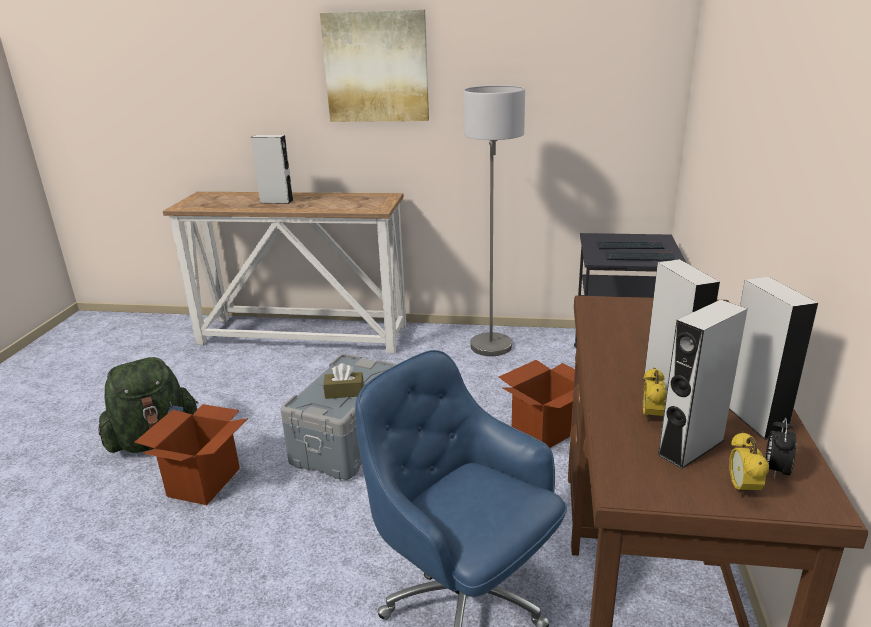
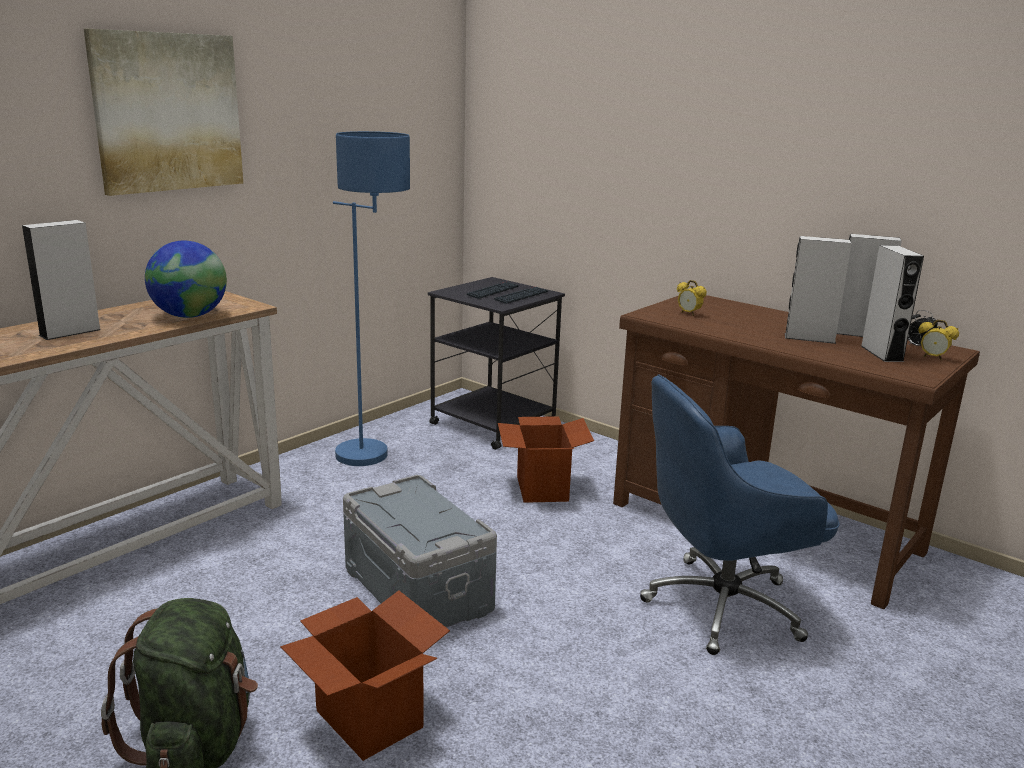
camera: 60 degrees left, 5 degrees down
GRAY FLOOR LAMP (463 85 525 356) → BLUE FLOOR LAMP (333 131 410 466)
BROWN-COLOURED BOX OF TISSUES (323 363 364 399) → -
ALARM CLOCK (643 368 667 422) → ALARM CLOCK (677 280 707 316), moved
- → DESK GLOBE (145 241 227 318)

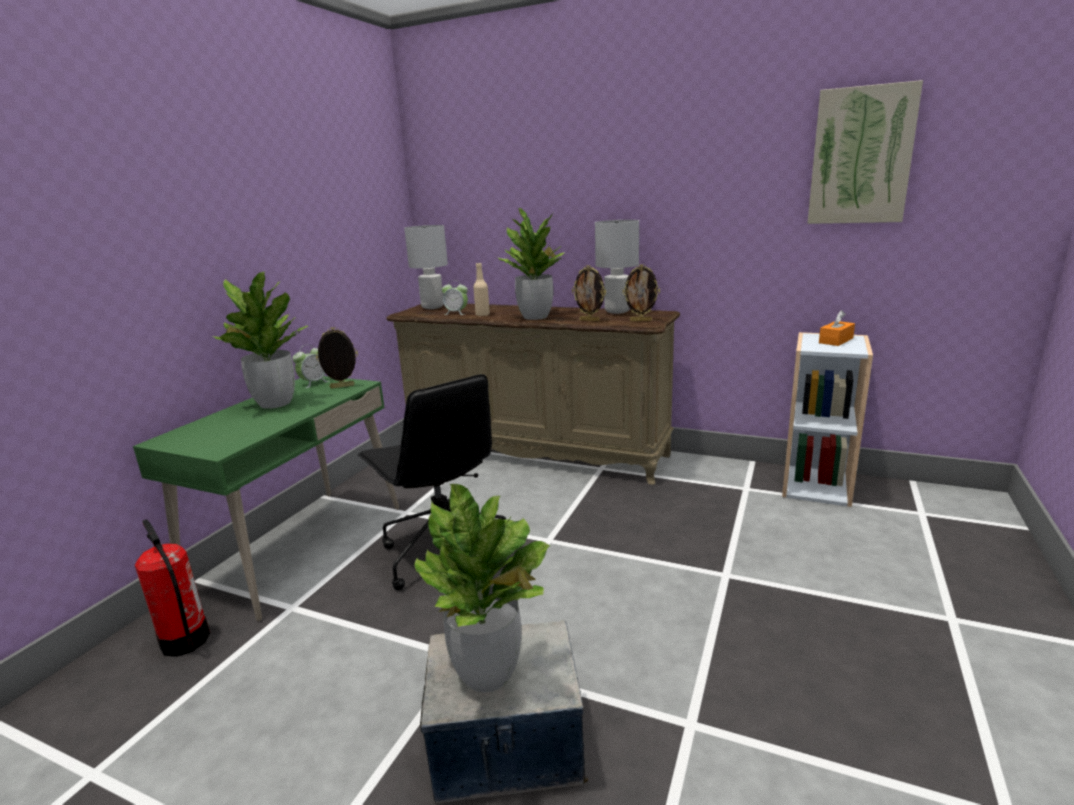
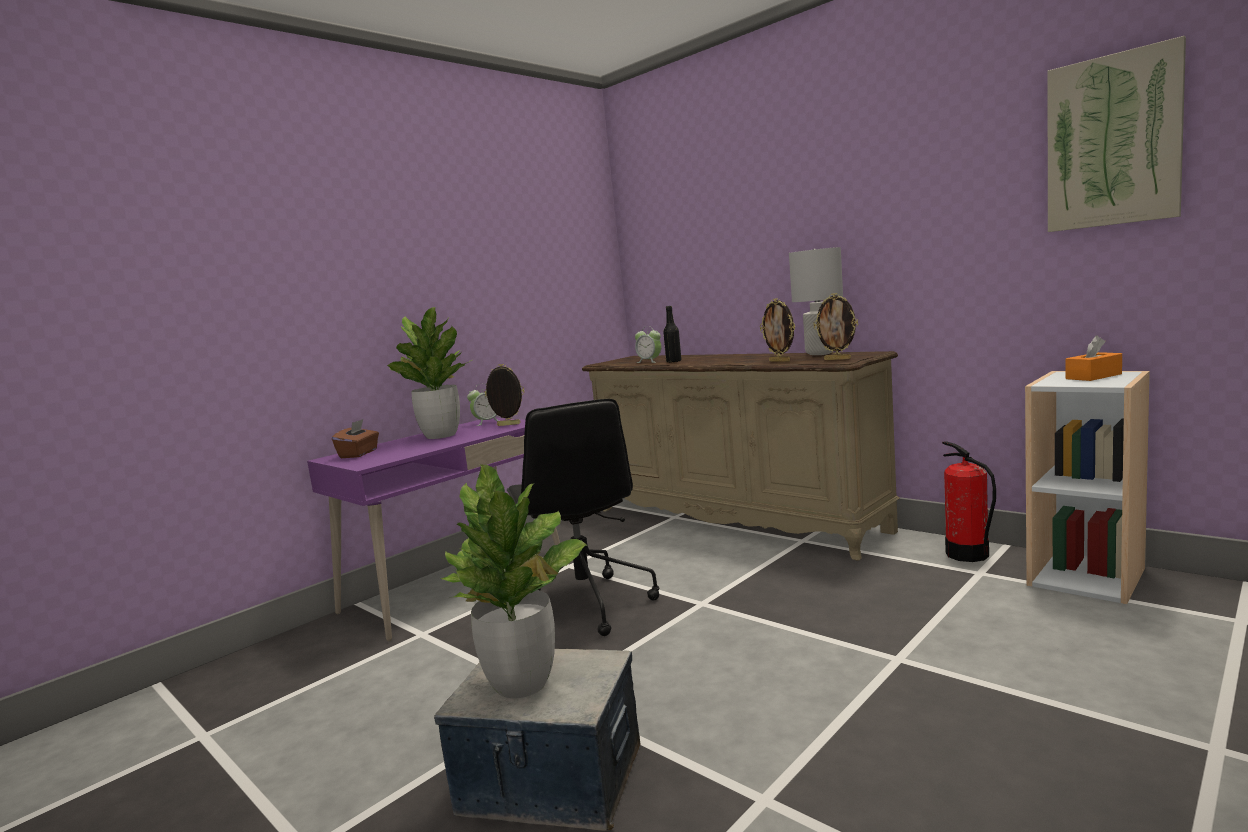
camera: 20 degrees right, 10 degrees down
HOUSEPLANT (497 208 564 320) → -
GRAY LAMP FOR A TABLE (404 225 448 309) → -
BEIGE-COLOURED BEVERAGE BOTTLE (473 263 490 316) → BLACK-COLOURED BEVERAGE BOTTLE (663 306 682 362)
GREEN DESK (133 376 399 621) → PURPLE-COLOURED DESK (307 418 560 641)
FIRE EXTINGUISHER (135 520 210 657) → FIRE EXTINGUISHER (942 441 996 562), moved
- → BROWN-COLOURED BOX OF TISSUES (332 419 379 458)

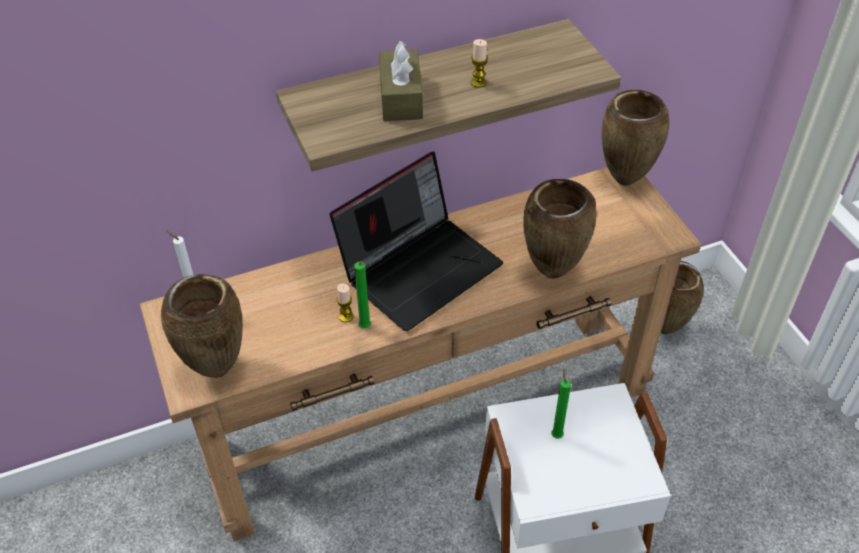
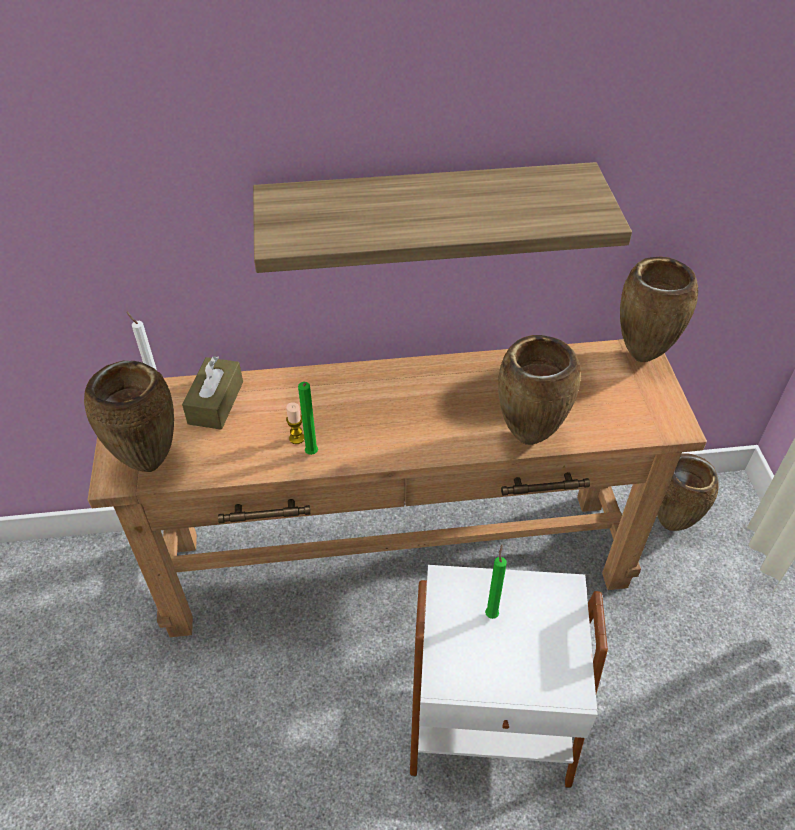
camera: 15 degrees right, 0 degrees up
WAX CANDLE (470 39 488 88) → -
BROWN-COLOURED BOX OF TISSUES (379 41 423 121) → BROWN-COLOURED BOX OF TISSUES (182 356 243 430), moved
NOTEBOOK COMPUTER (329 151 503 331) → -

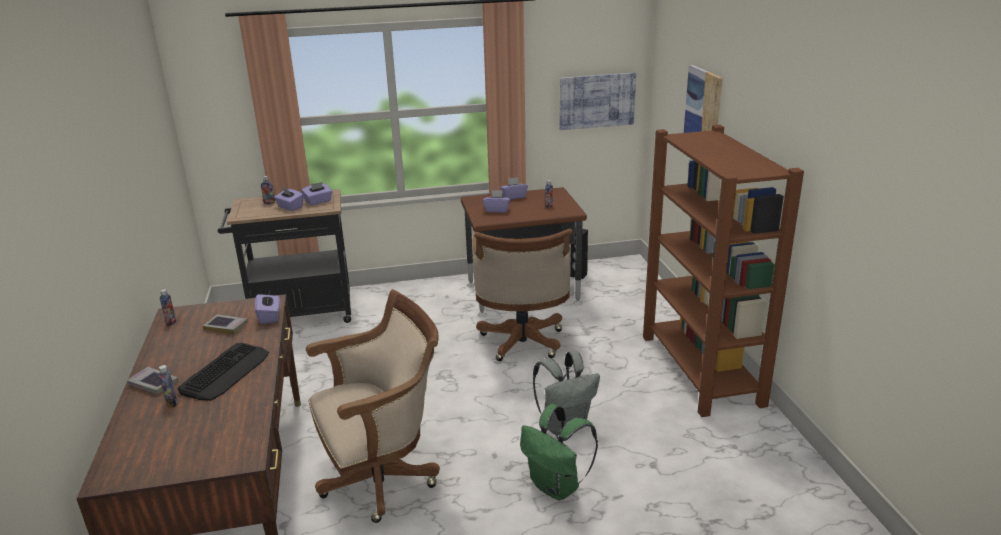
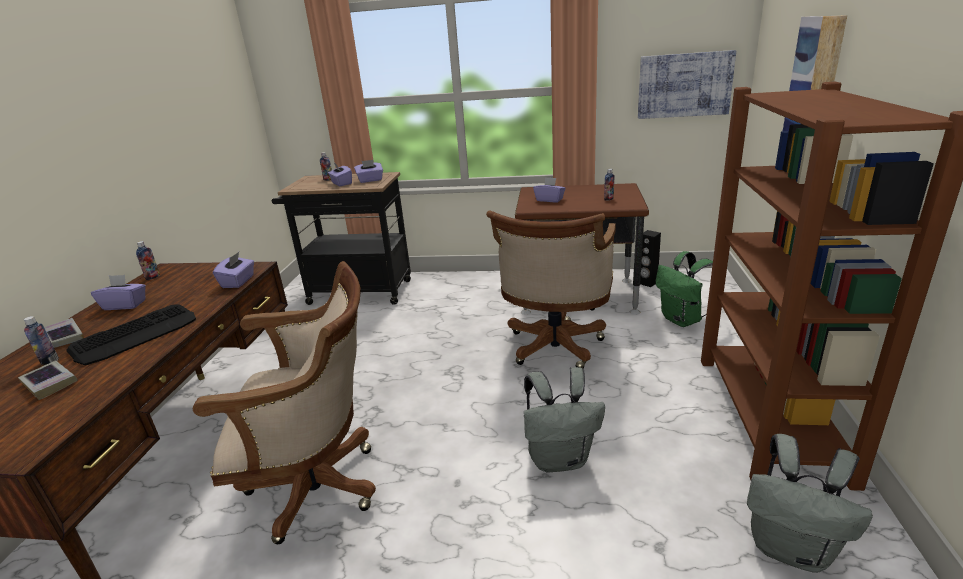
camera: 20 degrees right, 0 degrees up
PURPLE-COLOURED BOX OF TISSUES (500 177 528 200) → PURPLE-COLOURED BOX OF TISSUES (91 275 146 310), moved
BOUND BOOK (203 314 248 335) → BOUND BOOK (18 361 77 400), moved
GREEN RUCKSACK (520 404 598 500) → GREEN RUCKSACK (656 251 713 327), moved
- → GRAY RUCKSACK (747 434 873 573)

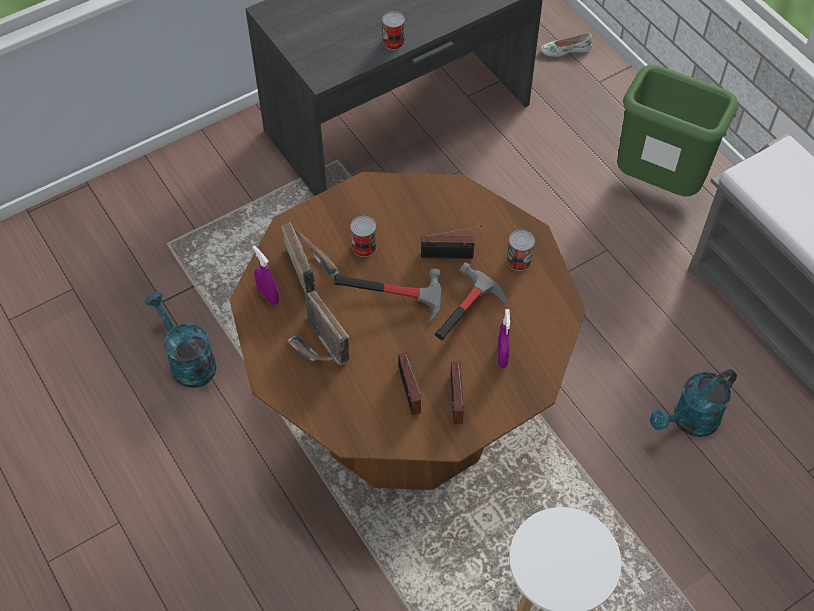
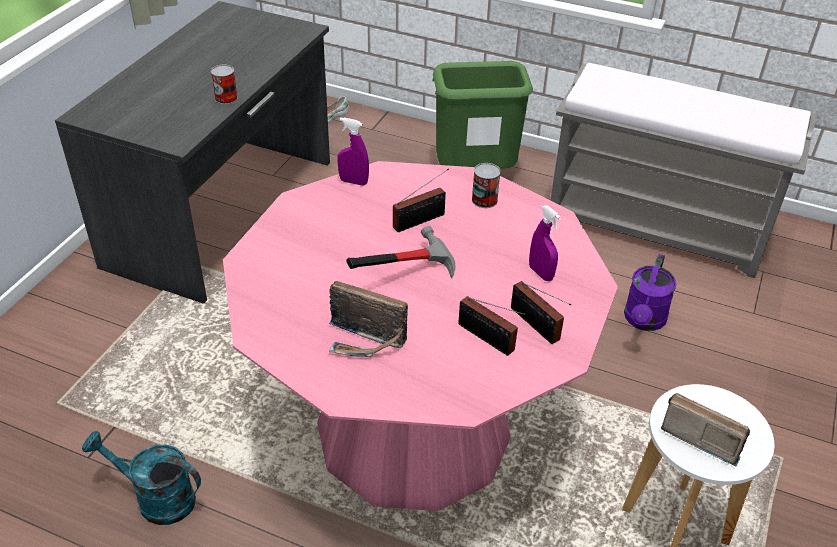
camera: 35 degrees left, 15 degrees down
BROWN-COLOURED DINNER TABLE (229 172 586 490) → PINK-COLOURED DINNER TABLE (223 161 618 511)
CAN (350 216 377 257) → -
RADIO (281 222 340 294) → RADIO (661 393 750 467), moved
PURPLE-COLOURED SPRAYER (253 246 279 305) → PURPLE-COLOURED SPRAYER (337 117 369 186), moved
HAMMER (435 262 507 340) → -
TURQUOISE WATERING POT (650 369 737 437) → PURPLE-COLOURED WATERING POT (624 254 677 331)

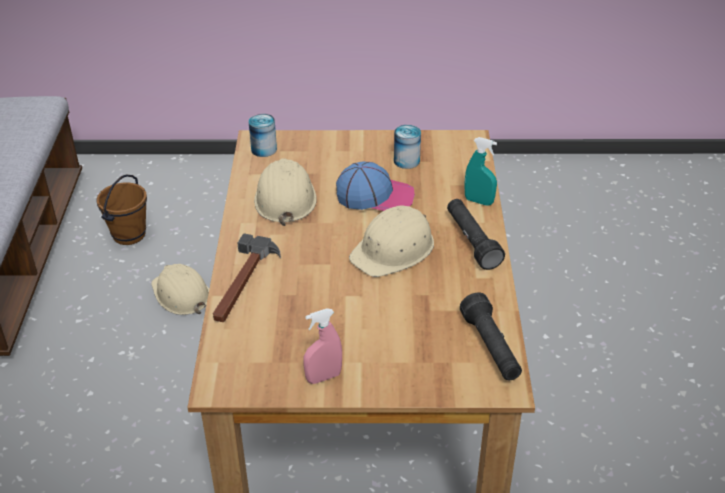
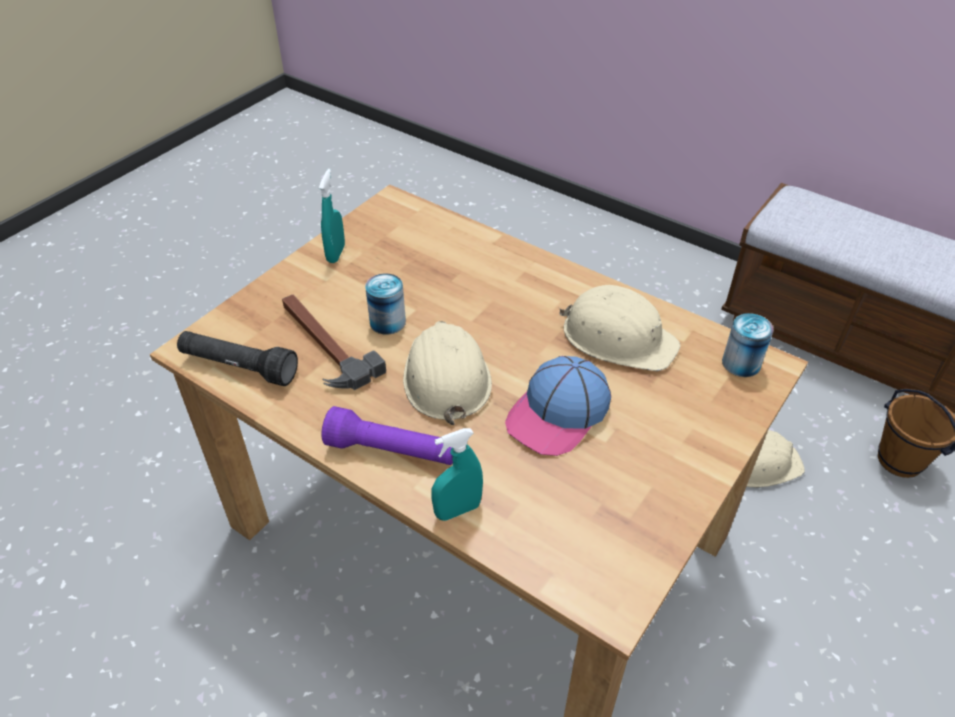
camera: 125 degrees right, 5 degrees up
CAN (394 125 421 169) → CAN (365 274 406 335), moved
BLACK-COLOURED FLASHLIGHT (447 199 505 270) → PURPLE-COLOURED FLASHLIGHT (321 406 453 465)
HAMMER (213 233 281 322) → HAMMER (282 294 386 390), moved
PINK-COLOURED SPRAYER (303 308 342 384) → TURQUOISE SPRAYER (319 169 345 263)

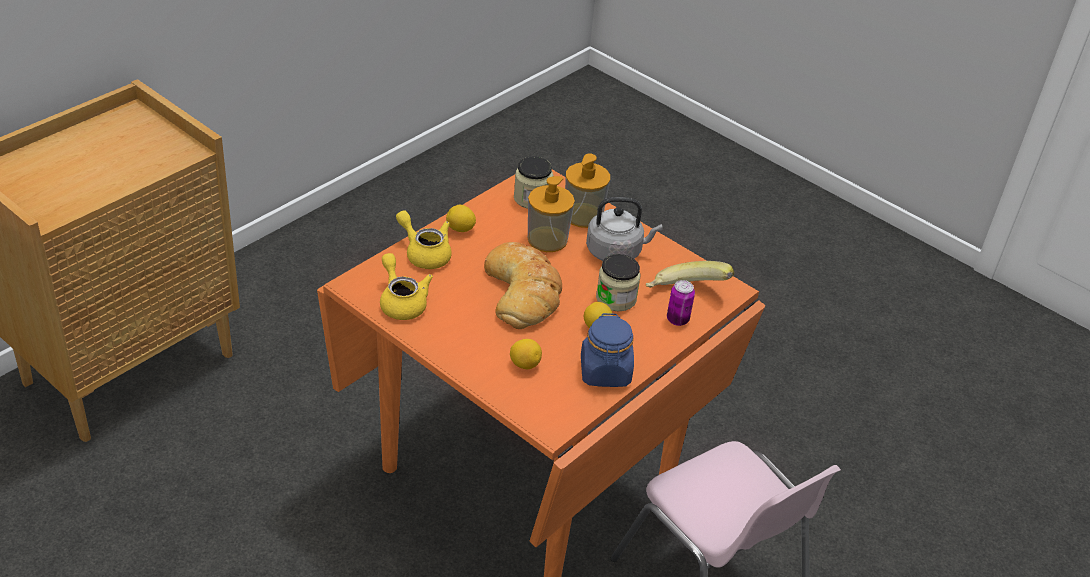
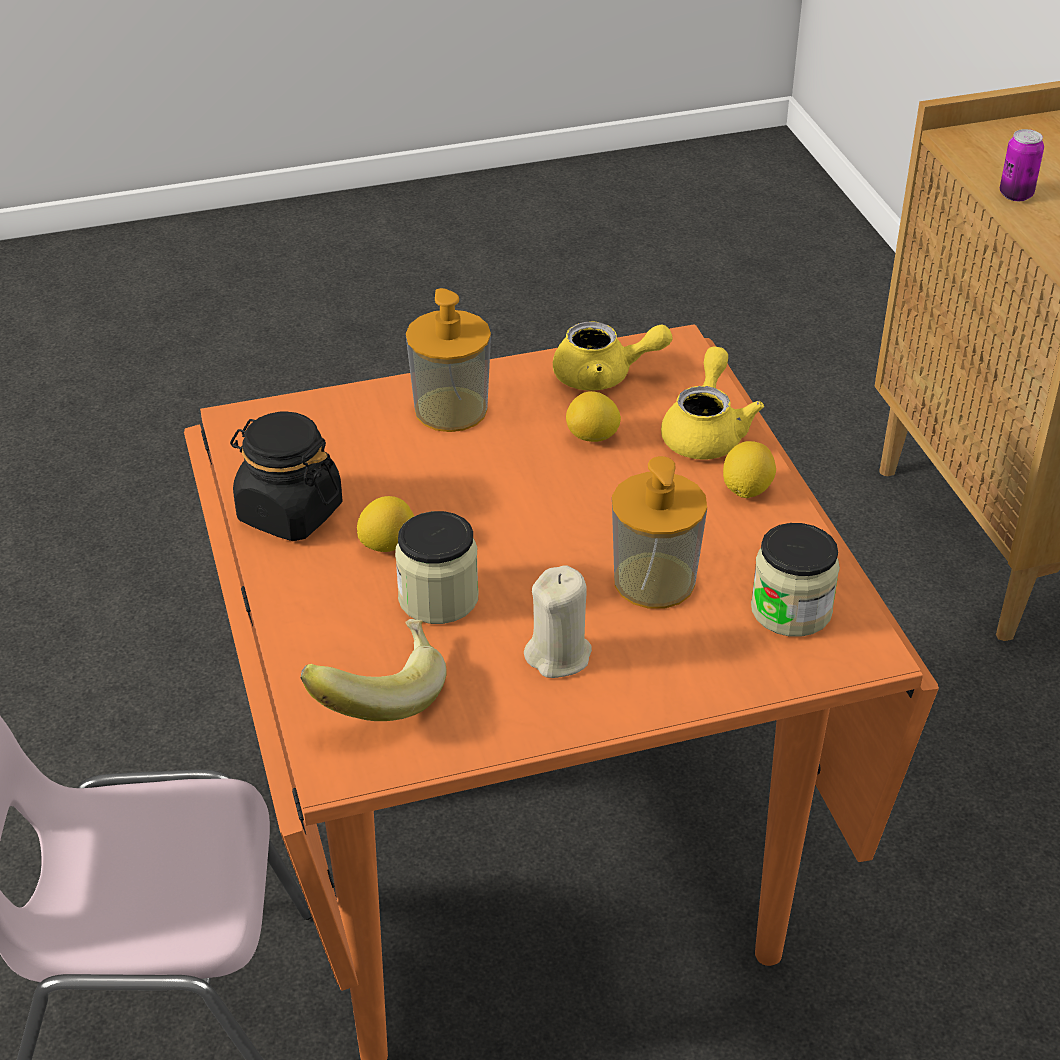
camera: 125 degrees right, 0 degrees up
LIQUID SOAP BOTTLE (565 153 610 228) → LIQUID SOAP BOTTLE (406 288 491 432), moved
GRAY TEA KETTLE (586 197 663 261) → BEIGE-COLOURED WAX CANDLE (524 565 592 678)
YELLOW TEA POT (396 210 452 269) → YELLOW TEA POT (661 347 764 460), 60 degrees counterclockwise
BREAD (484 242 562 329) → -
CAN (667 280 695 326) → CAN (1000 129 1044 201), moved
BLUE STORAGE JAR (581 313 634 387) → BLACK-COLOURED STORAGE JAR (230 412 343 541)
WHOLE LEMON (510 339 542 369) → WHOLE LEMON (566 391 621 442), moved

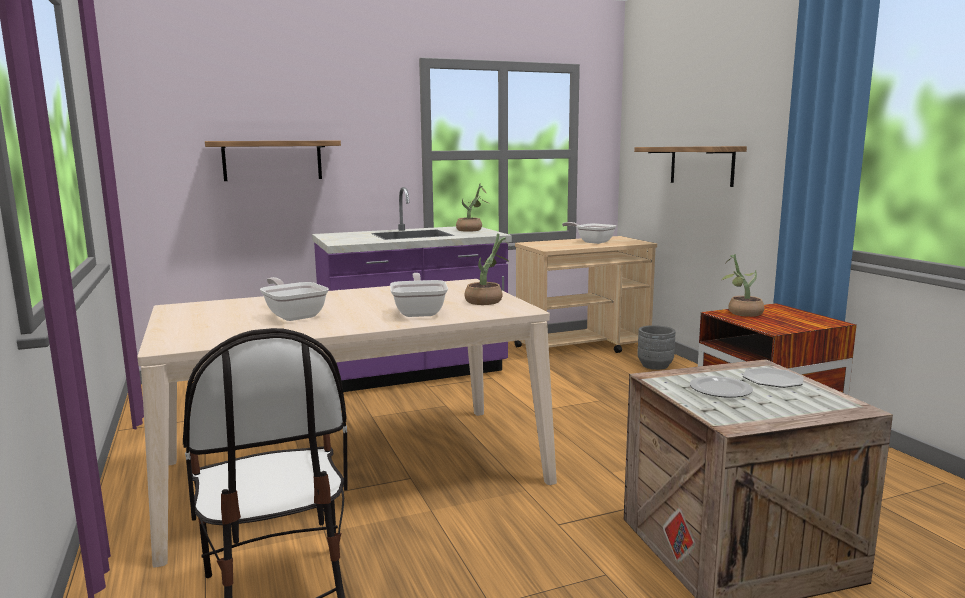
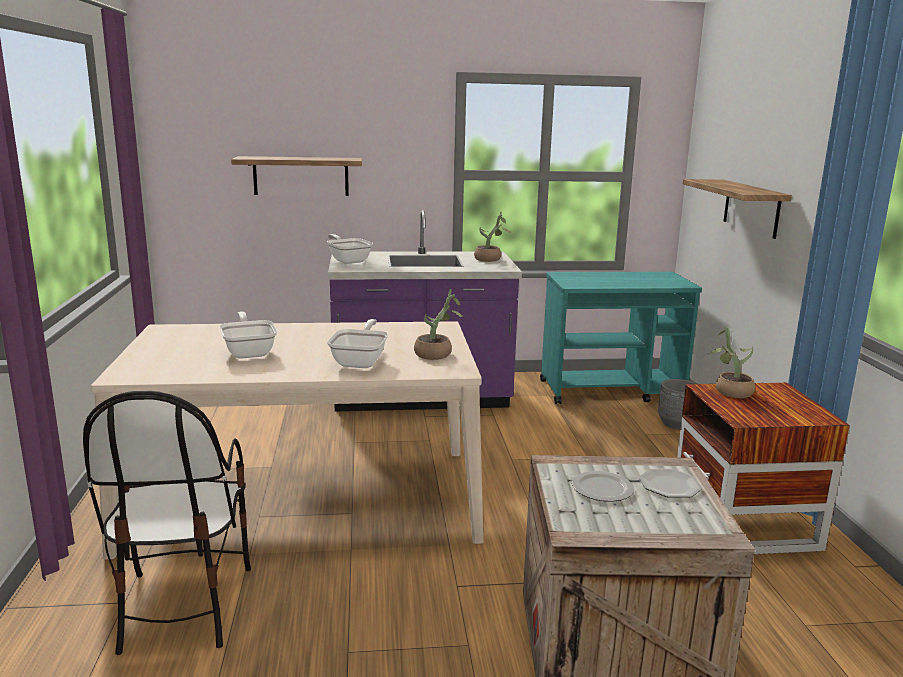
camera: 15 degrees right, 5 degrees up
SKILLET (562 222 616 244) → SKILLET (327 234 373 264), moved
BEIGE-COLOURED TROLLEY (514 236 657 353) → TURQUOISE TROLLEY (540 272 702 404)

